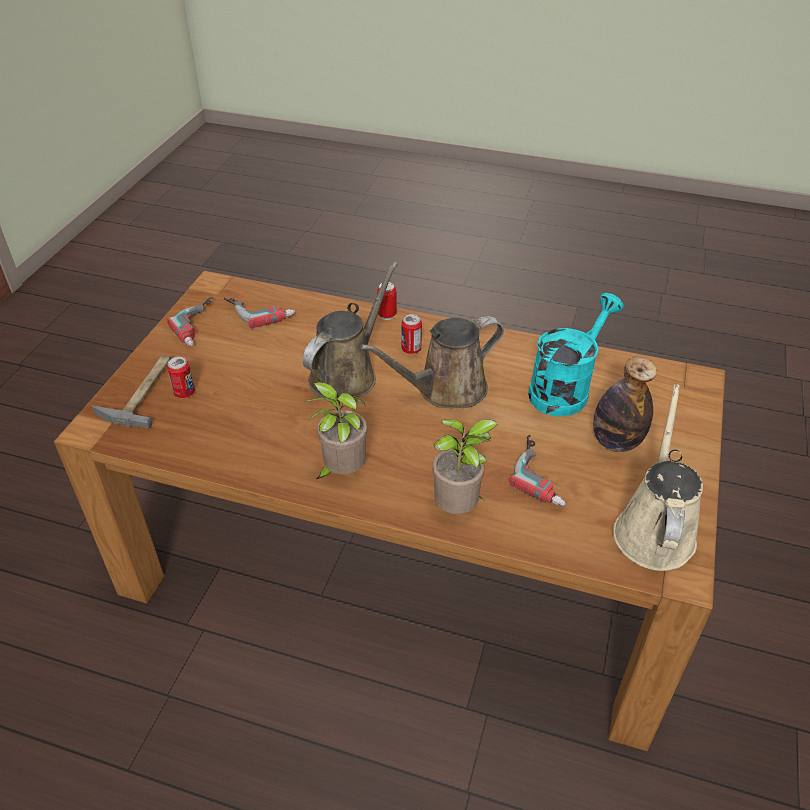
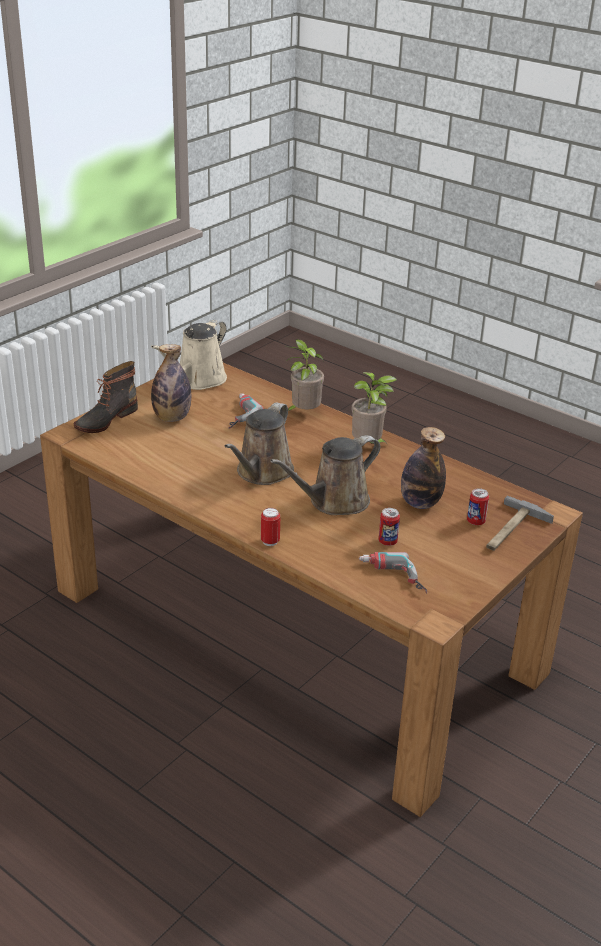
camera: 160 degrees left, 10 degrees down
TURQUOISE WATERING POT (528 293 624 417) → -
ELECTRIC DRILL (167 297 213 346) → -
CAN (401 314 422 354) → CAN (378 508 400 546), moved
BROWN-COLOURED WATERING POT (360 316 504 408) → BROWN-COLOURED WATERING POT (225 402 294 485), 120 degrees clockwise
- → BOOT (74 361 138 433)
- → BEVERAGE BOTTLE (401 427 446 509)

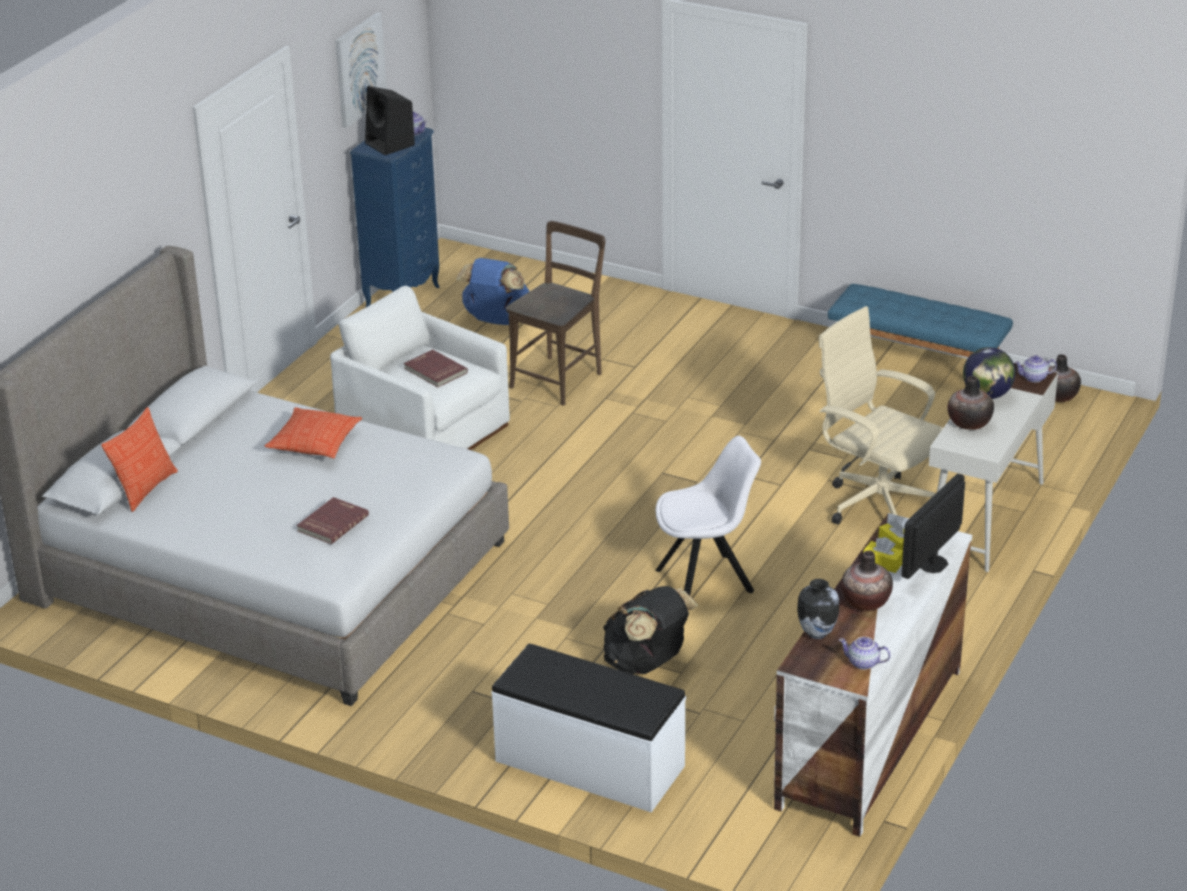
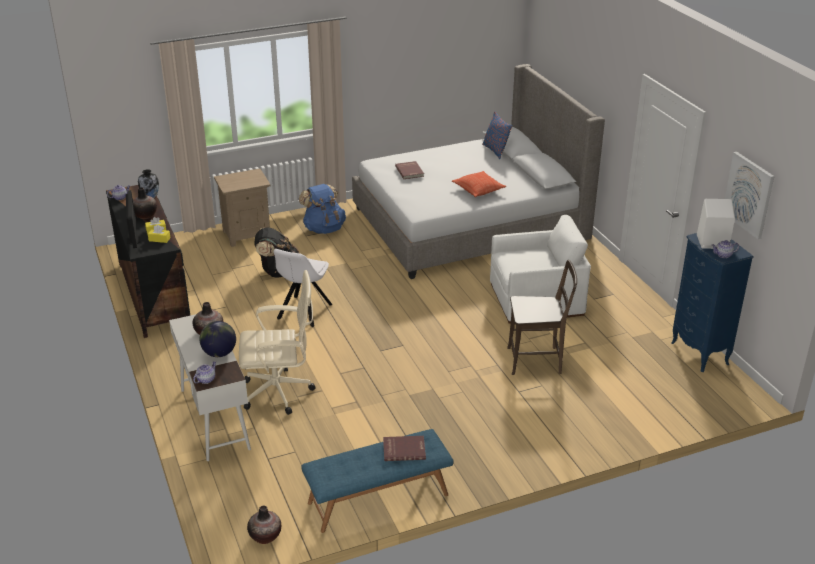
camera: 130 degrees right, 0 degrees up
BLACK-COLOURED AUDIO SPEAKER (365 86 415 155) → WHITE AUDIO SPEAKER (697 199 735 249)
BROWN-COLOURED CHAIR (506 221 605 406) → BROWN-COLOURED CHAIR (507 260 577 375), 75 degrees counterclockwise
BLUE RUCKSACK (456 258 530 325) → BLUE RUCKSACK (299 184 346 234), moved
RED BOUND BOOK (404 350 468 387) → RED BOUND BOOK (383 436 426 461), moved
ORANGE-COLOURED CUSHION (101 407 178 512) → BLUE CUSHION (482 111 512 159)
WHITE CABINET (774 513 972 837) → BLACK-COLOURED CABINET (106 185 190 338)
WHITE BENCH (491 644 686 813) → BEIGE-COLOURED NIGHT TABLE (214 168 271 247)

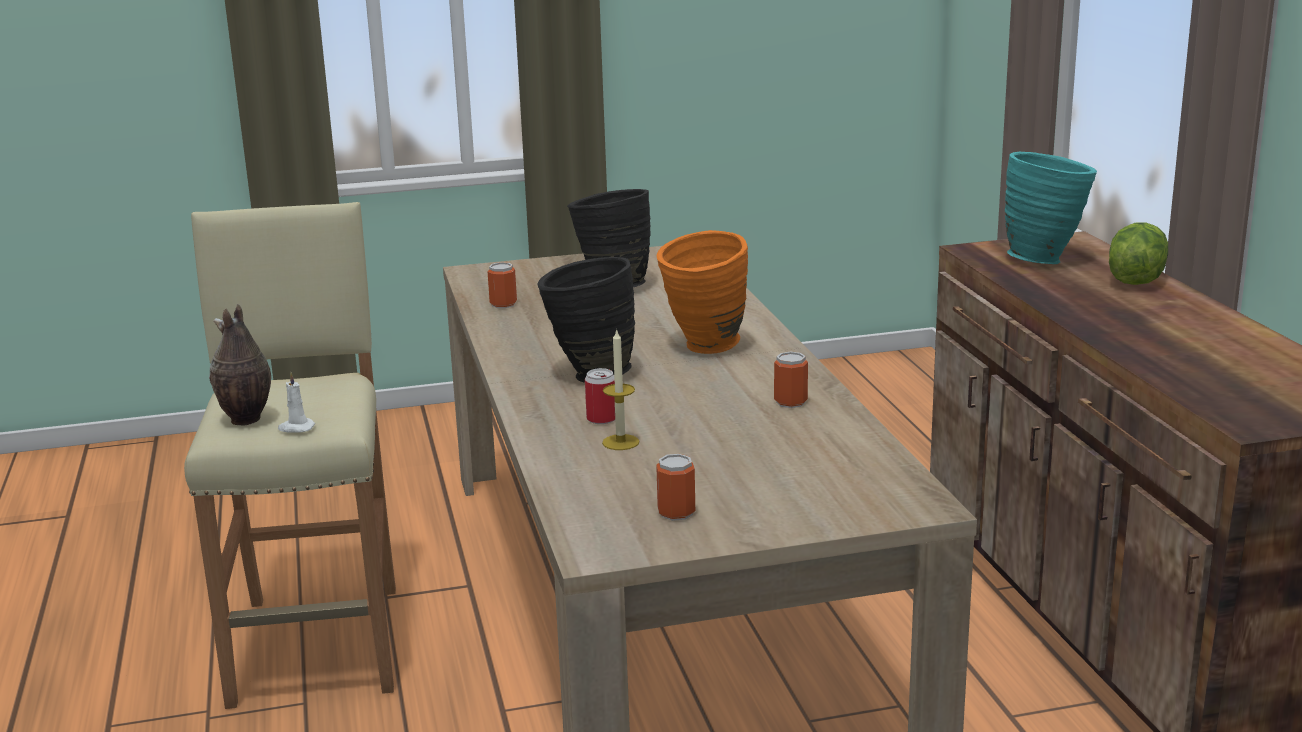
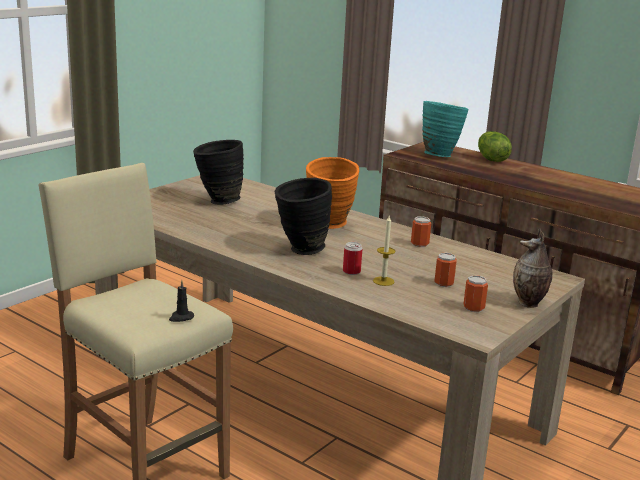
camera: 40 degrees left, 0 degrees up
CAN (488 262 517 308) → CAN (434 252 457 287), moved
FLOWER VASE (209 304 271 425) → FLOWER VASE (513 229 552 308), moved
WHITE WAX CANDLE (278 372 315 433) → BLACK-COLOURED WAX CANDLE (169 280 194 322)

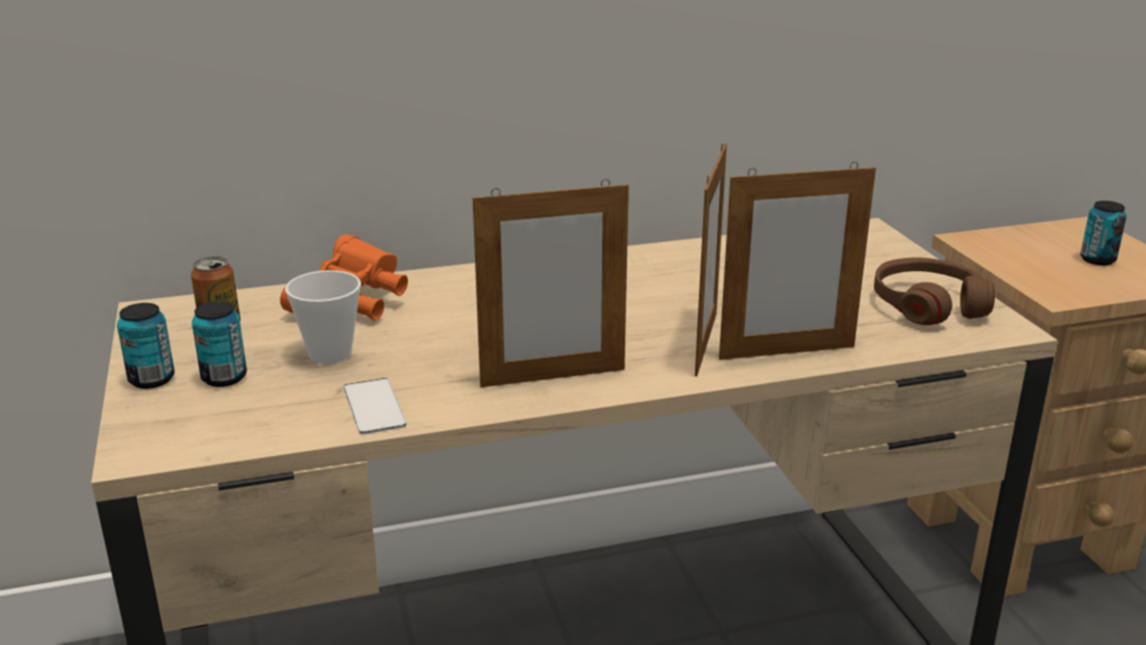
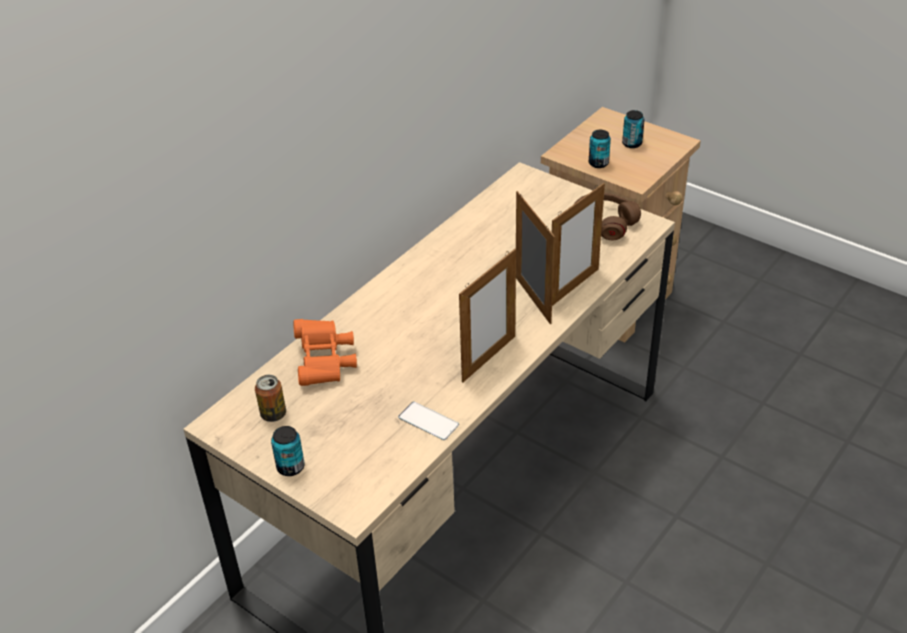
camera: 35 degrees left, 15 degrees up
DRINKING CUP (285 270 361 364) → -
CAN (192 301 247 387) → CAN (589 130 611 168), moved

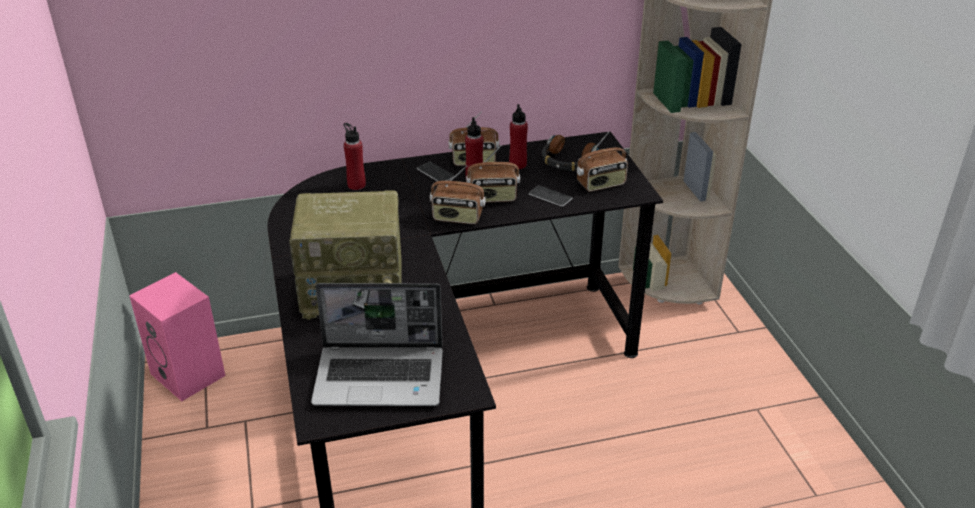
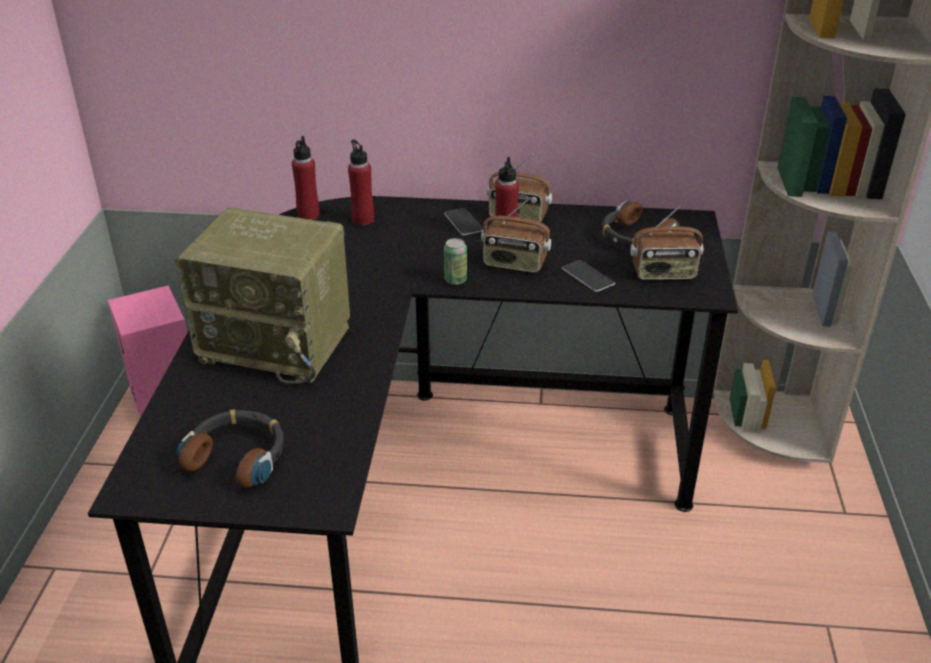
camera: 20 degrees right, 0 degrees up
RED BEVERAGE BOTTLE (509 104 528 169) → RED BEVERAGE BOTTLE (292 136 320 220), moved
RADIO (430 165 486 224) → CAN (444 238 467 285)
NOTEBOOK COMPUTER (311 283 443 406) → PAIR OF HEADPHONES (177 409 284 488)

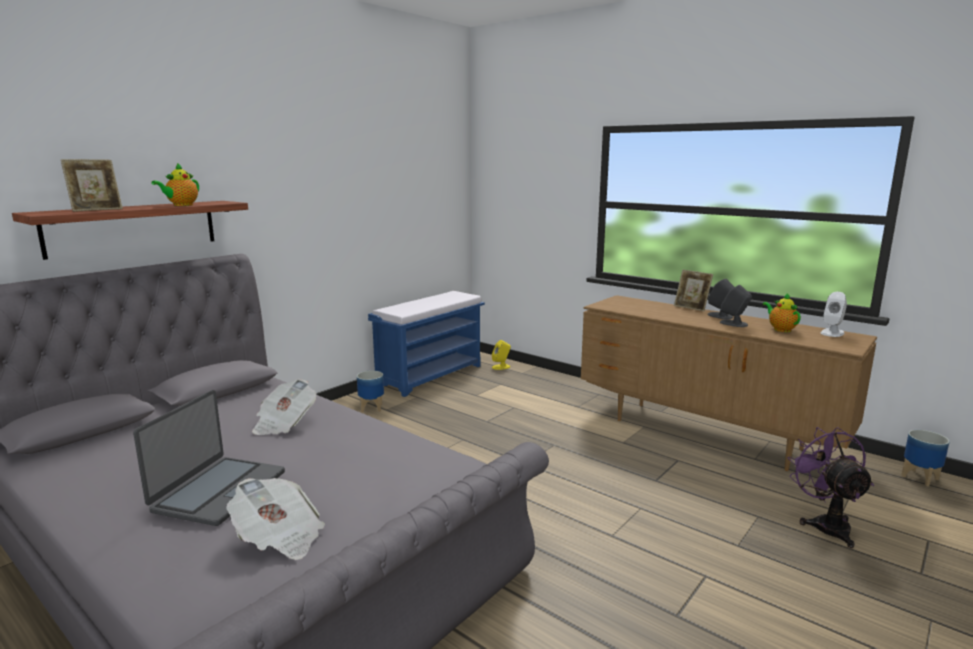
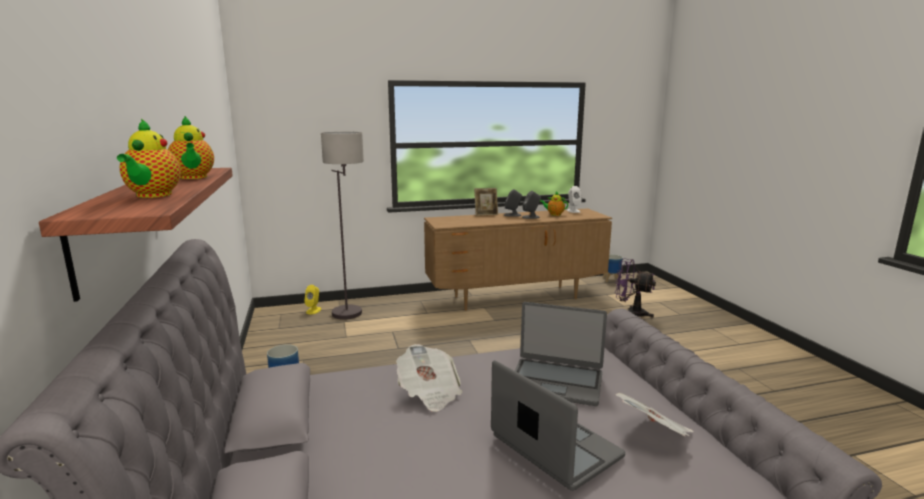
camera: 55 degrees left, 0 degrees up
PHOTO FRAME (61 159 123 212) → TEA POT (117 118 181 198)
BLUE BENCH (368 291 485 397) → -
- → GRAY FLOOR LAMP (321 132 364 320)
- → NOTEBOOK COMPUTER (515 302 607 406)

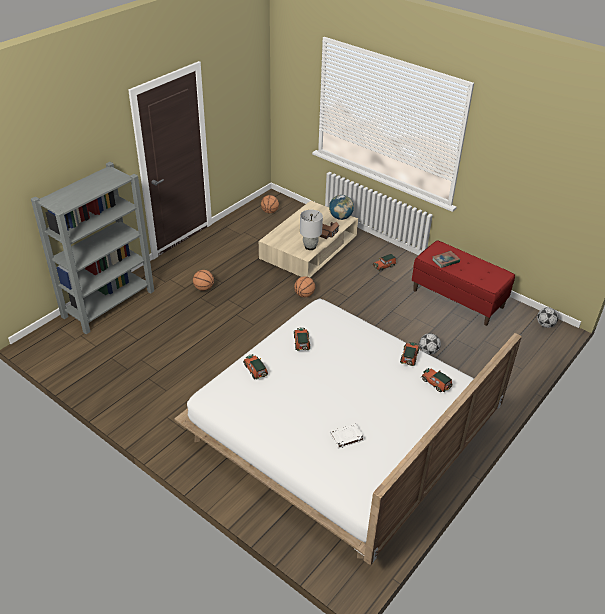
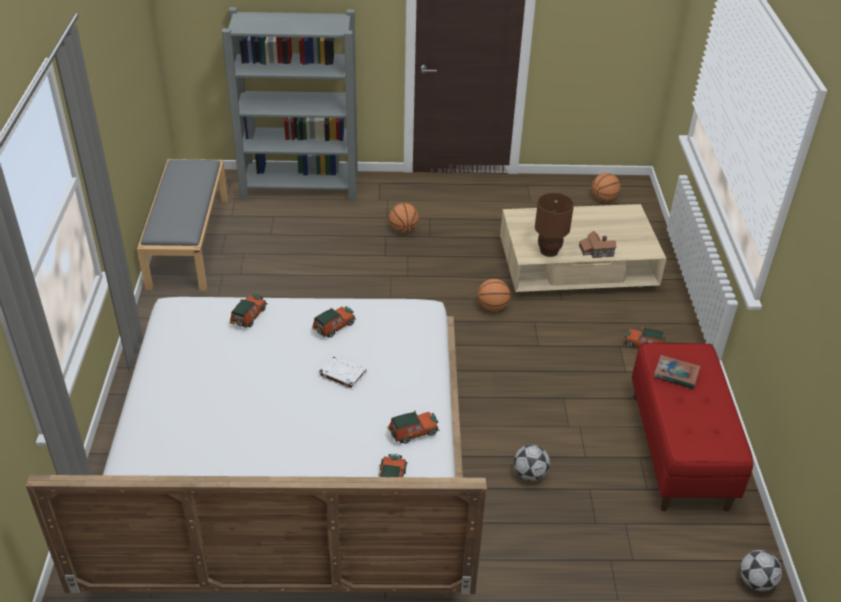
camera: 50 degrees right, 0 degrees up
DESK GLOBE (329 195 354 220) → -
WHITE LAMP FOR A TABLE (300 210 323 250) → BROWN-COLOURED LAMP FOR A TABLE (535 193 574 257)
WHITE BOUND BOOK (330 423 364 449) → WHITE BOUND BOOK (318 356 367 390), moved
- → GRAY BENCH (137 159 228 291)

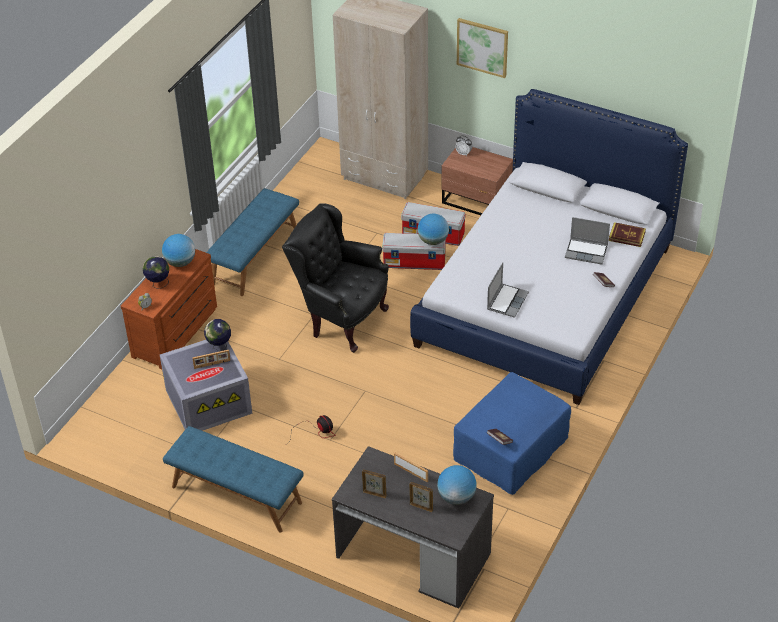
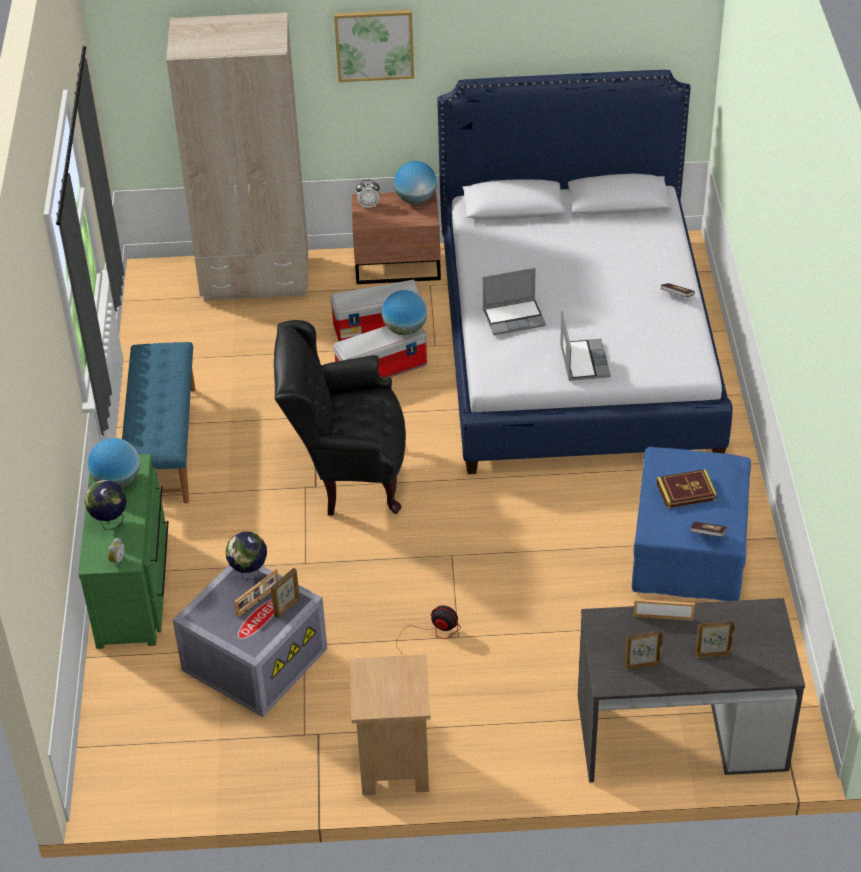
camera: 30 degrees left, 0 degrees up
NOTEBOOK COMPUTER (565 217 610 264) → NOTEBOOK COMPUTER (483 268 546 335), moved
BOUND BOOK (609 222 646 247) → BOUND BOOK (656 469 717 509), moved
BROWN-COLOURED DRESSER (121 249 217 369) → GREEN DRESSER (78 454 169 649)
BLUE BENCH (163 426 303 533) → BEIGE-COLOURED NIGHT TABLE (350 654 431 796)
DESK GLOBE (437 465 477 505) → DESK GLOBE (394 161 437 204), moved
- → PHOTO FRAME (271 568 300 618)

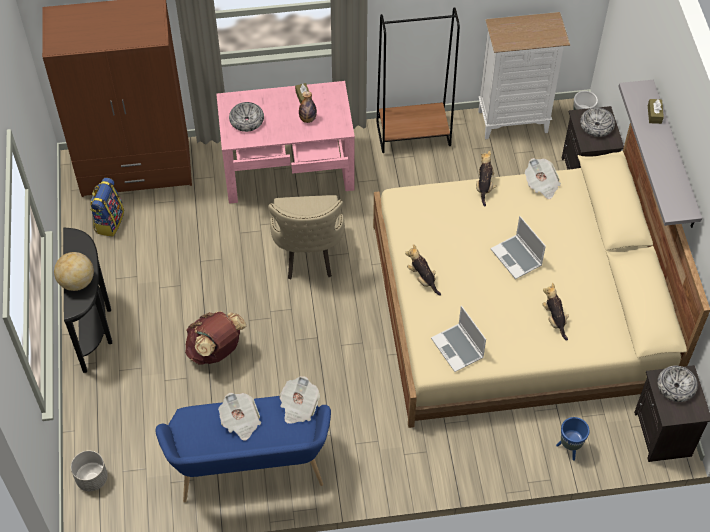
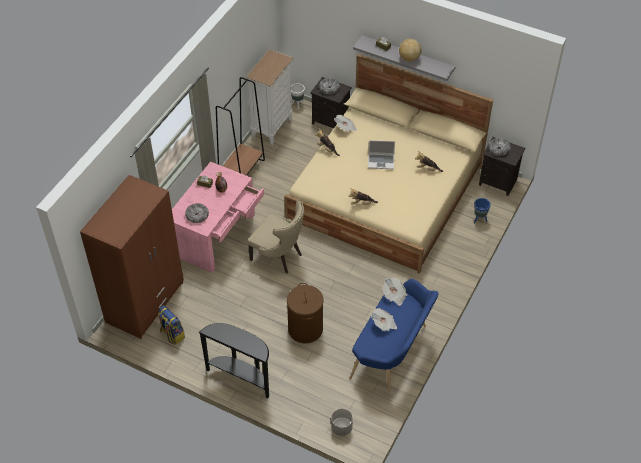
camera: 55 degrees left, 5 degrees down
DESK GLOBE (54 252 94 291) → DESK GLOBE (399 39 422 62), moved
NOTEBOOK COMPUTER (431 306 486 372) → -
BROWN-COLOURED RUCKSACK (185 311 246 364) → BROWN-COLOURED LAUNDRY BASKET (287 283 324 343)

